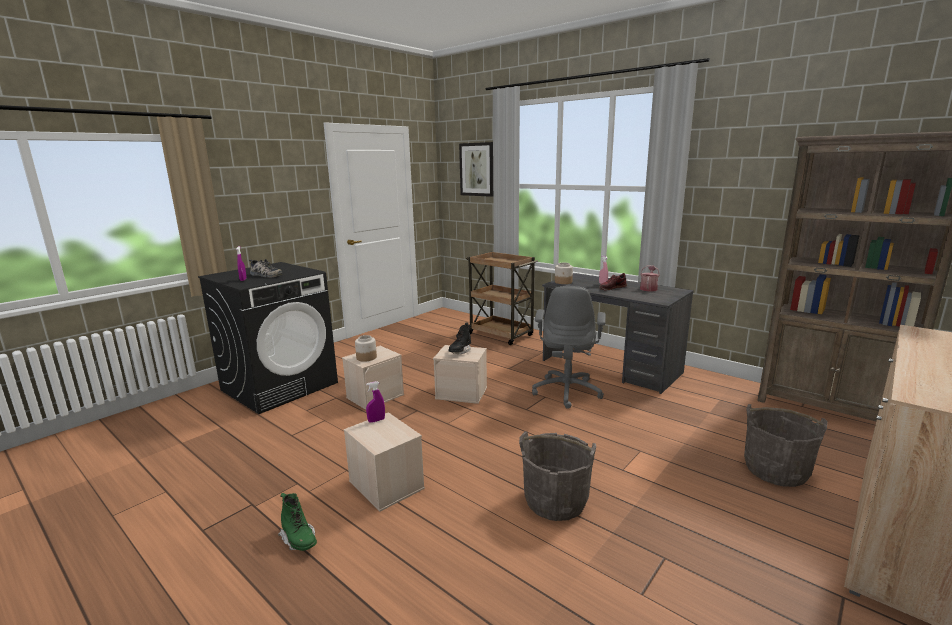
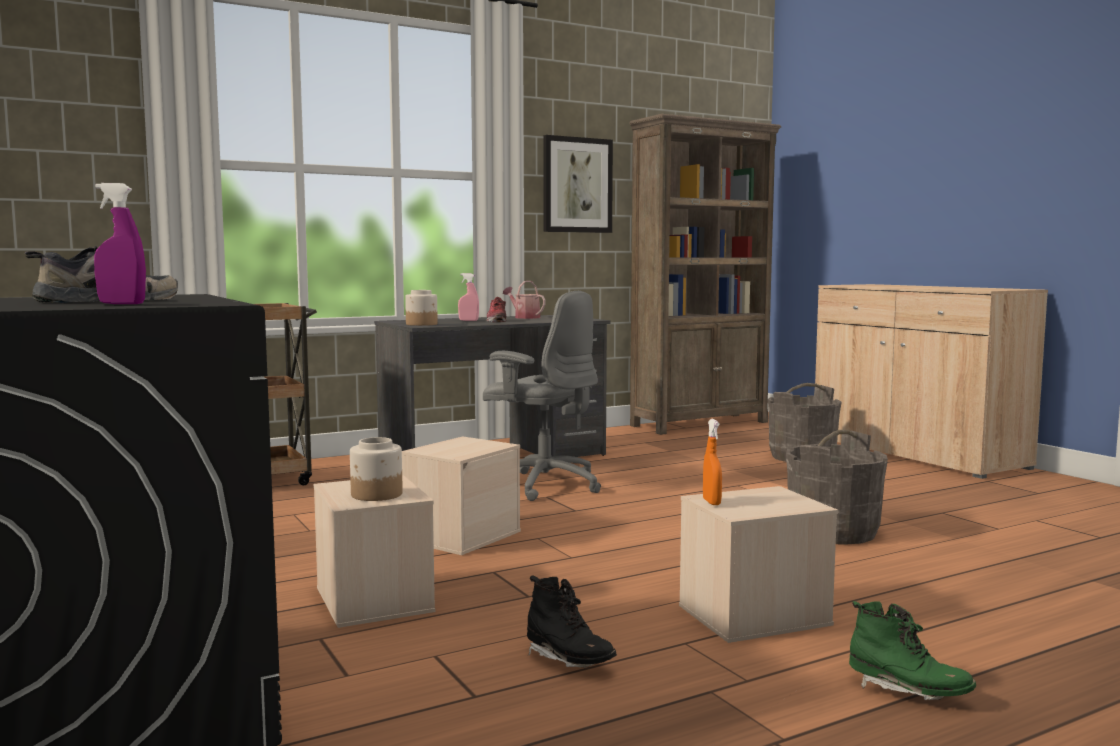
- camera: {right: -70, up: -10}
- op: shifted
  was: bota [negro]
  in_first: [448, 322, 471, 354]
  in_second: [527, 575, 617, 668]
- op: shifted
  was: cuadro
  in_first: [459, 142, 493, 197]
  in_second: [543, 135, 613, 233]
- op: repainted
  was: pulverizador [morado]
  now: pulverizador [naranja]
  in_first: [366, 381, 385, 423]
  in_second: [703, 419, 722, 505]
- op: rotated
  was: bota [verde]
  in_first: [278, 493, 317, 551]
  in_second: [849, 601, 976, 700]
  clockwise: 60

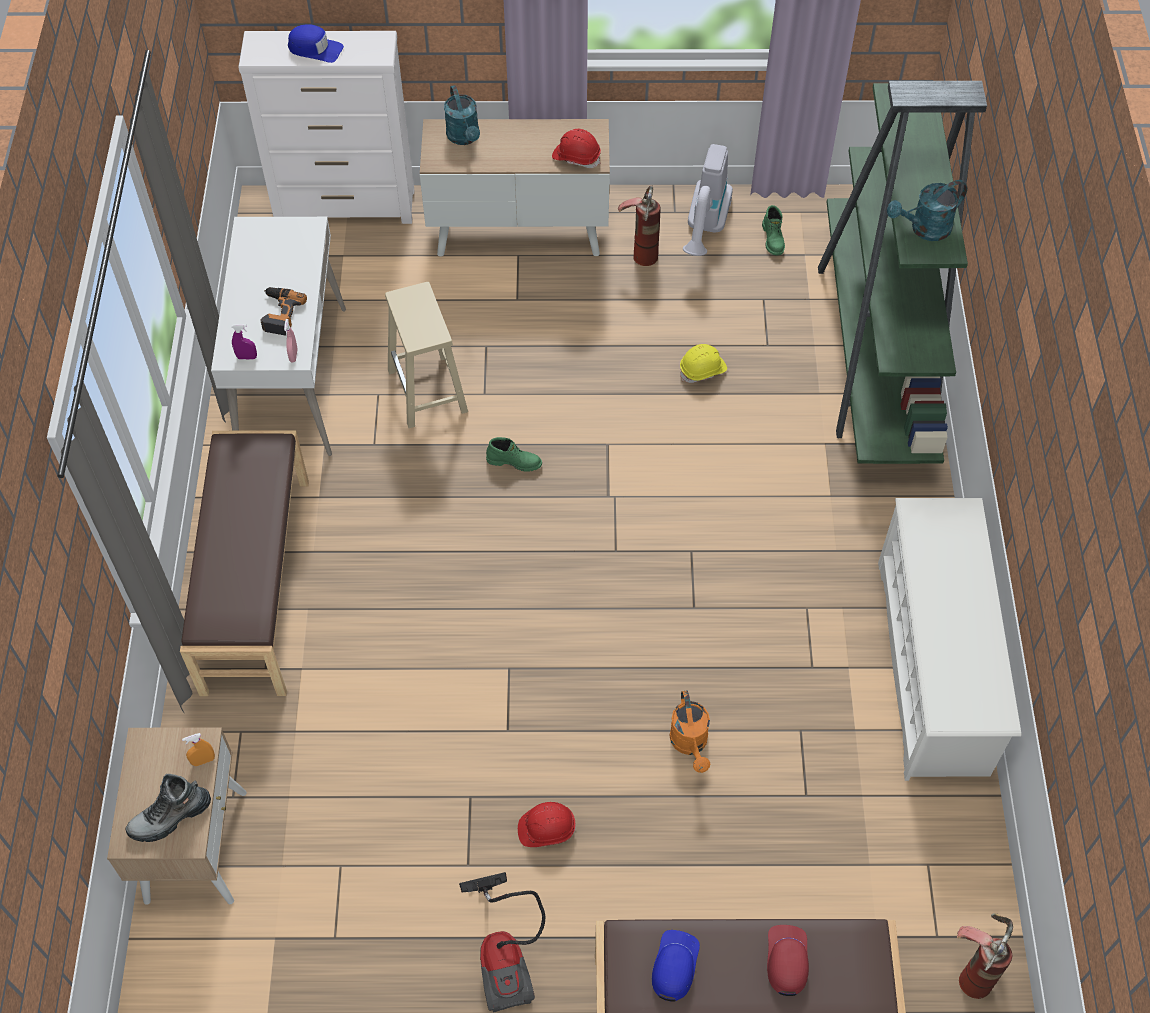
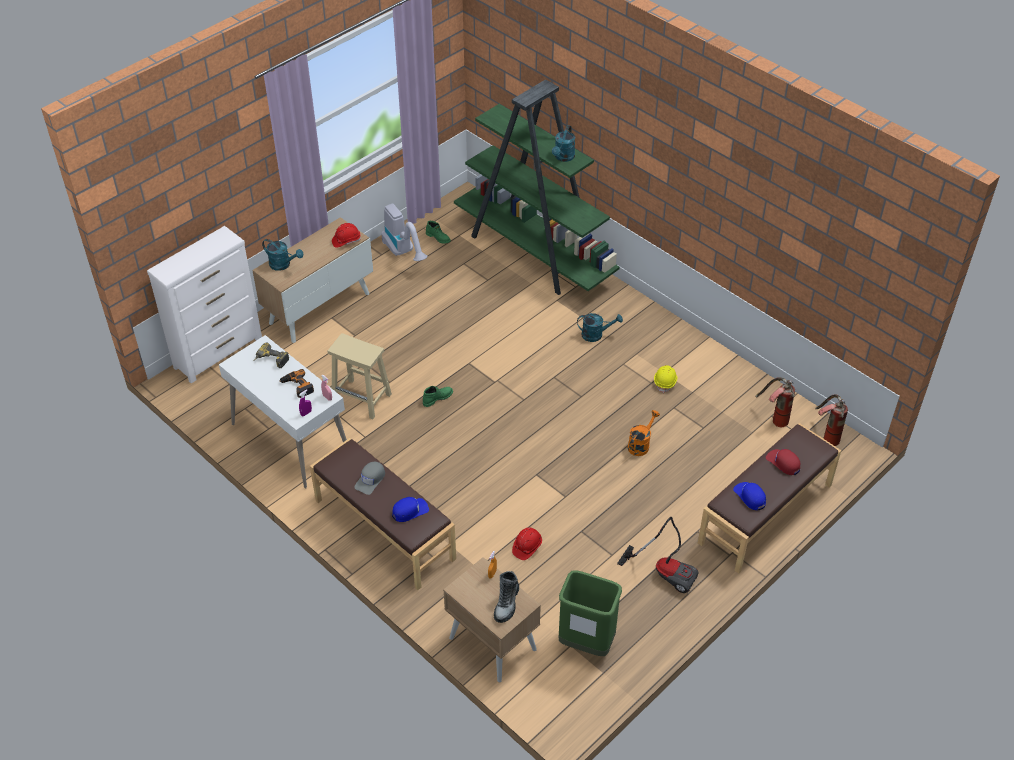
- camera: {right: -45, up: -10}
- op: new
  now: taladro
  in_second: [254, 342, 289, 368]
- op: new
  now: gorra [gris]
  in_second: [354, 462, 385, 495]
- op: shifted
  was: gorra [azul]
  in_first: [288, 24, 344, 63]
  in_second: [392, 497, 429, 522]
- op: shifted
  was: casco [rojo]
  in_first: [518, 802, 576, 847]
  in_second: [512, 527, 542, 560]
- op: new
  now: papelera [verde]
  in_second: [559, 571, 622, 656]
- op: new
  now: regadera [turquesa]
  in_second: [577, 313, 623, 342]
- op: rotated
  was: regadera [naranja]
  in_first: [669, 691, 710, 773]
  in_second: [628, 410, 660, 456]
  clockwise: -90
- op: shifted
  was: casco [amarillo]
  in_first: [680, 344, 727, 383]
  in_second: [654, 365, 677, 393]
- op: shifted
  was: extintor
  in_first: [618, 185, 661, 266]
  in_second: [756, 377, 795, 427]
- op: gone
  was: zapatero [blanco]
  in_first: [878, 498, 1021, 781]

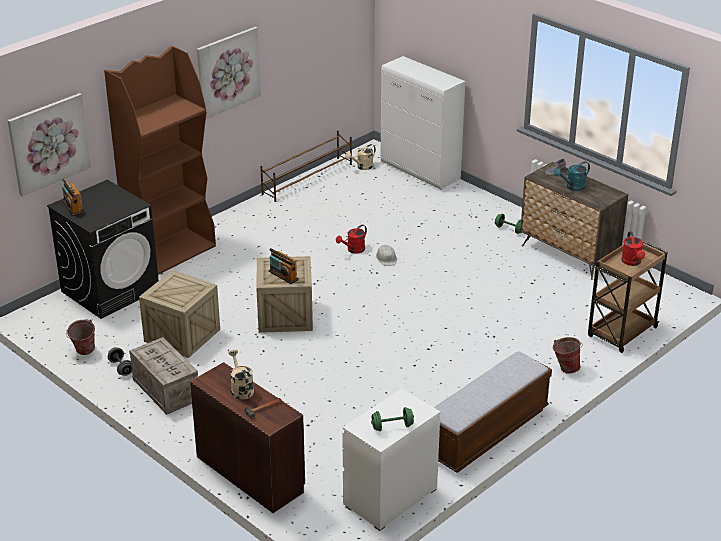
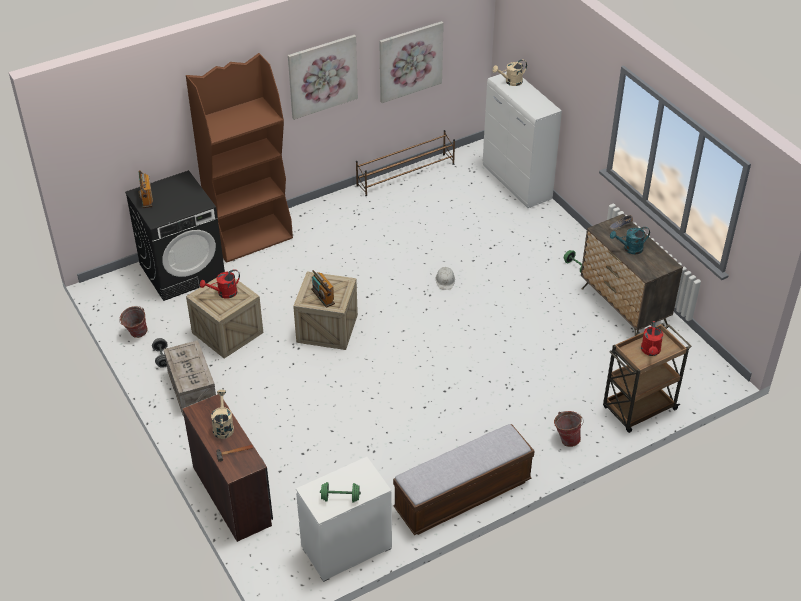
- camera: {right: 15, up: 10}
- op: shifted
  was: regadera [rojo]
  in_first: [336, 225, 367, 254]
  in_second: [200, 269, 240, 299]
- op: shifted
  was: cuadro
  in_first: [7, 93, 91, 197]
  in_second: [379, 21, 444, 103]
- op: shifted
  was: regadera [beis]
  in_first: [346, 144, 376, 170]
  in_second: [493, 59, 527, 86]

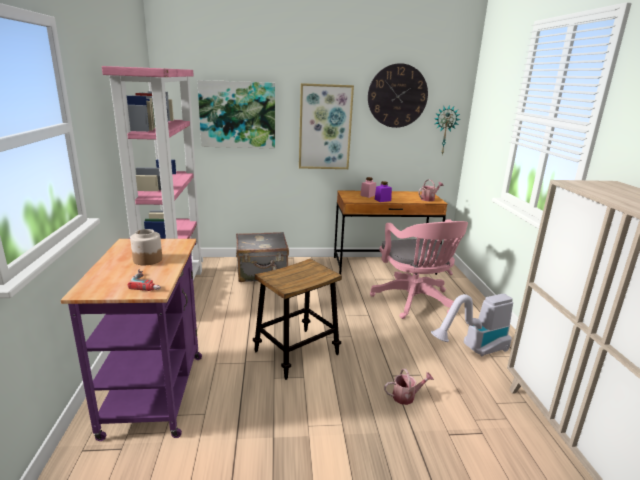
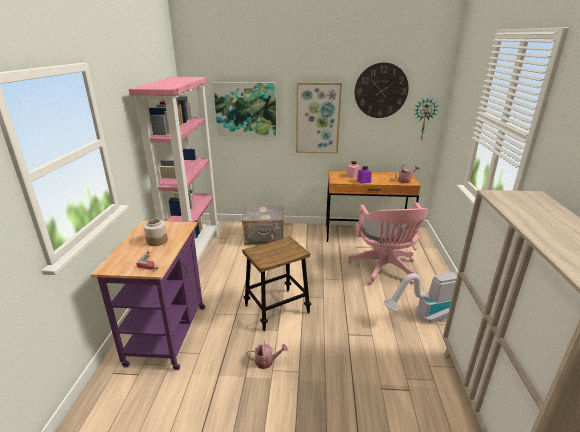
- camera: {right: 10, up: 5}
- op: shifted
  was: regadera
  in_first: [384, 369, 434, 405]
  in_second: [246, 340, 288, 369]

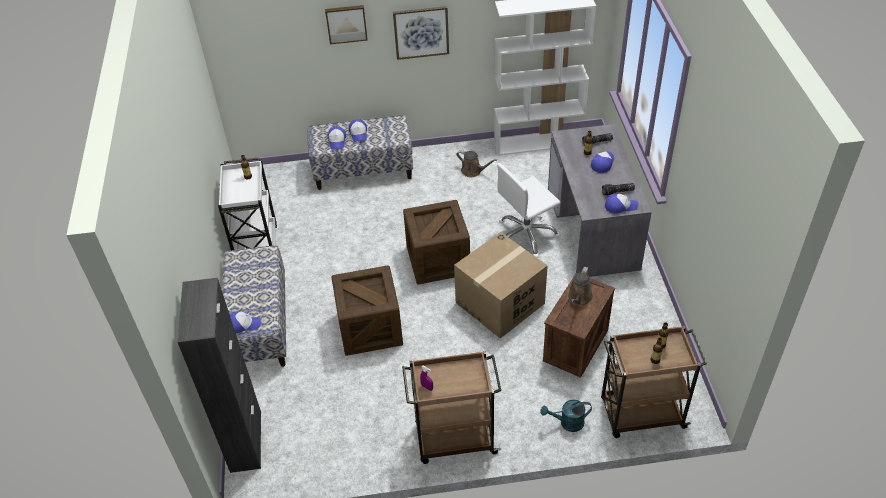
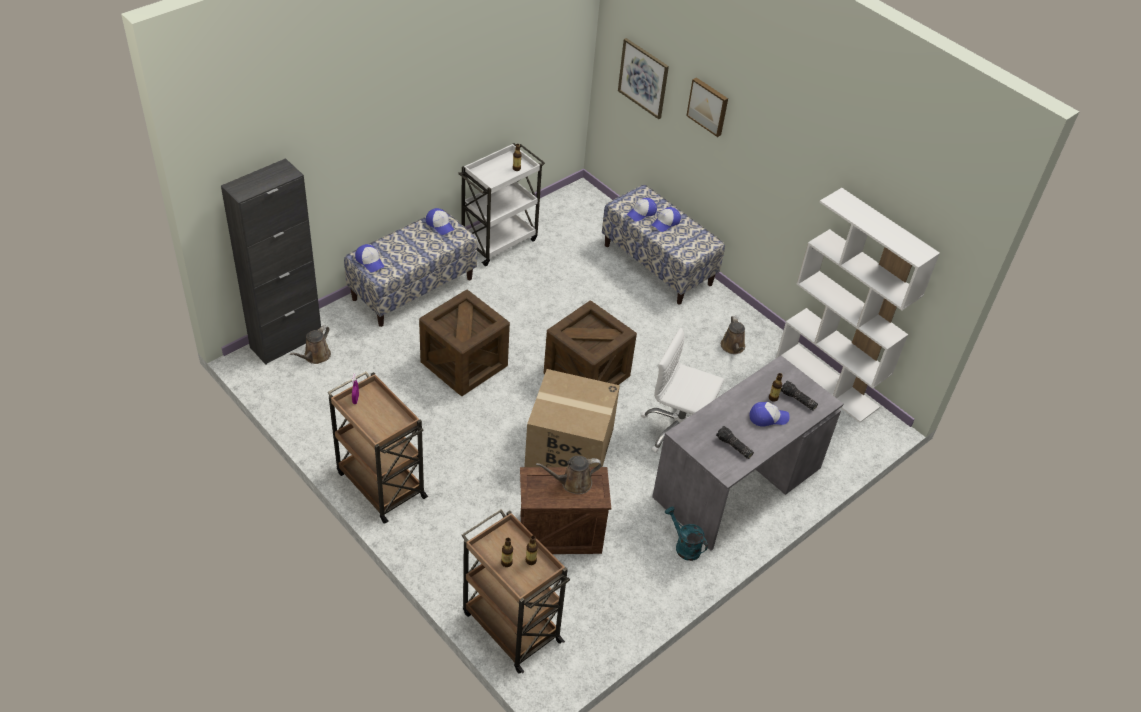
- camera: {right: 50, up: 0}
- op: new
  now: regadera [marrón]
  in_second: [290, 325, 331, 364]
- op: shifted
  was: gorra
  in_first: [605, 193, 638, 214]
  in_second: [426, 208, 454, 235]
- op: shifted
  was: cuadro
  in_first: [393, 6, 449, 60]
  in_second: [618, 38, 669, 119]
- op: shifted
  was: regadera [turquesa]
  in_first: [541, 399, 592, 432]
  in_second: [665, 507, 708, 561]

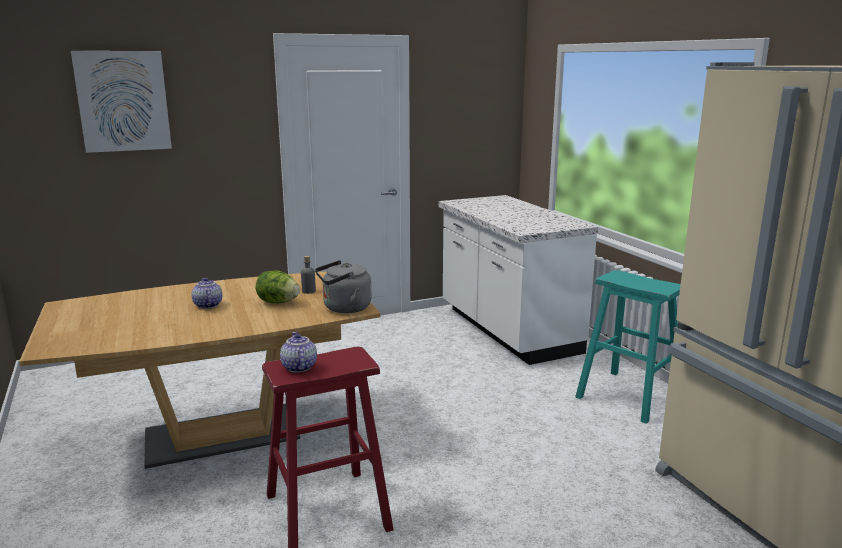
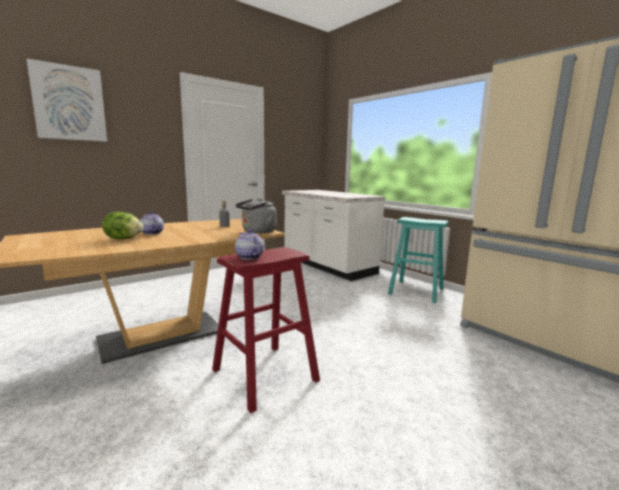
- camera: {right: -15, up: -5}
- op: shifted
  was: lechuga
  in_first: [256, 270, 300, 304]
  in_second: [102, 212, 143, 239]

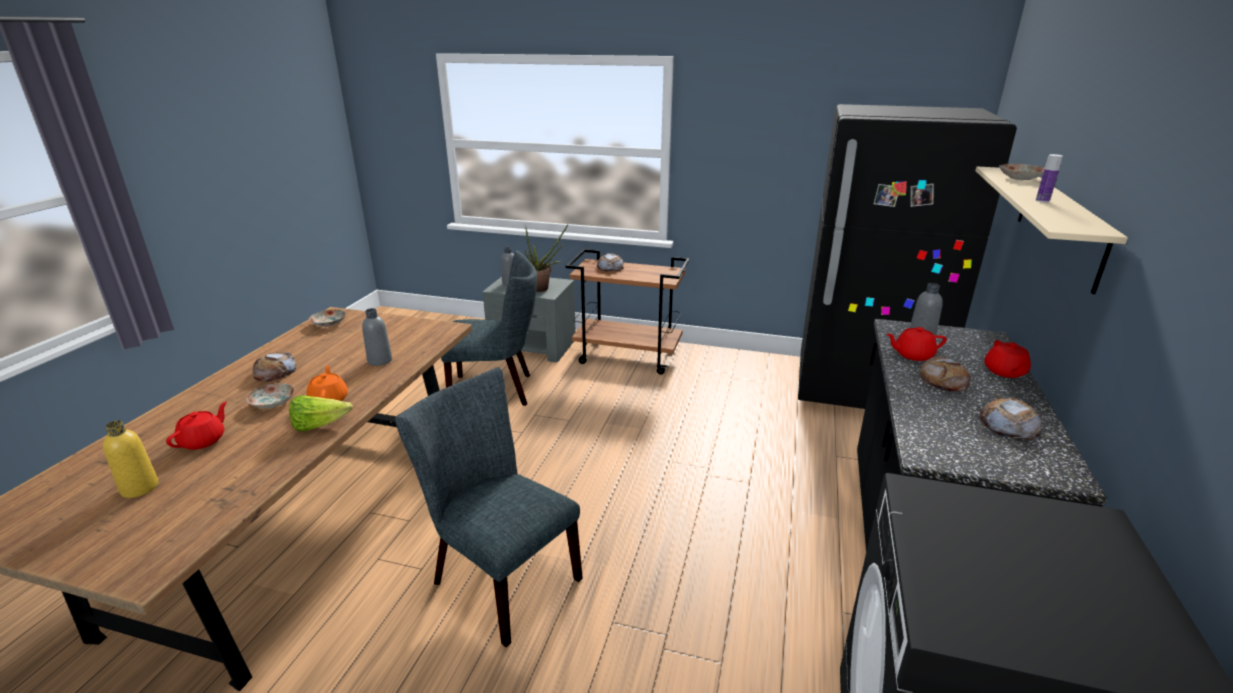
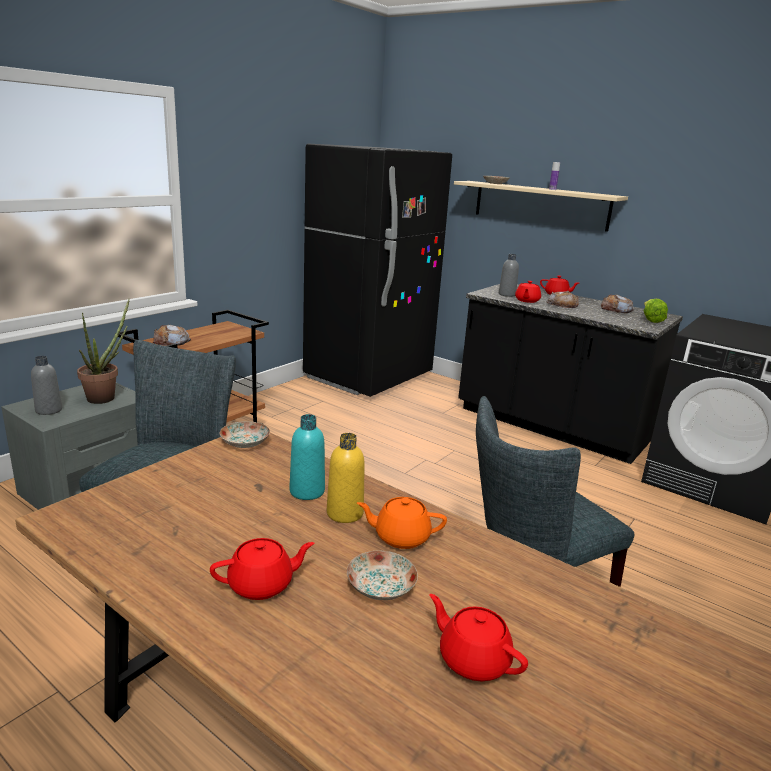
- camera: {right: -70, up: -5}
- op: swapped
  was: pan
  now: tetera [rojo]
  in_first: [253, 352, 296, 382]
  in_second: [210, 538, 314, 600]
- op: shifted
  was: plato
  in_first: [309, 309, 346, 327]
  in_second: [219, 421, 270, 448]
- op: repainted
  was: botella [gris]
  now: botella [turquesa]
  in_first: [362, 308, 392, 366]
  in_second: [290, 414, 325, 500]
- op: shifted
  was: botella [amarillo]
  in_first: [103, 420, 159, 498]
  in_second: [327, 433, 365, 523]
- op: shifted
  was: lechuga
  in_first: [289, 395, 353, 431]
  in_second: [644, 299, 668, 323]

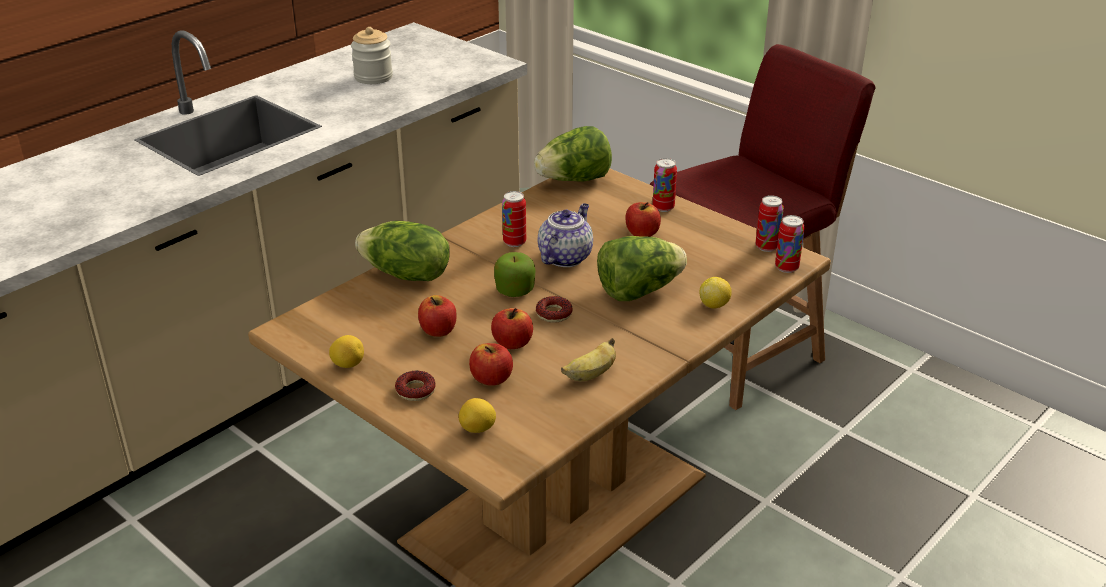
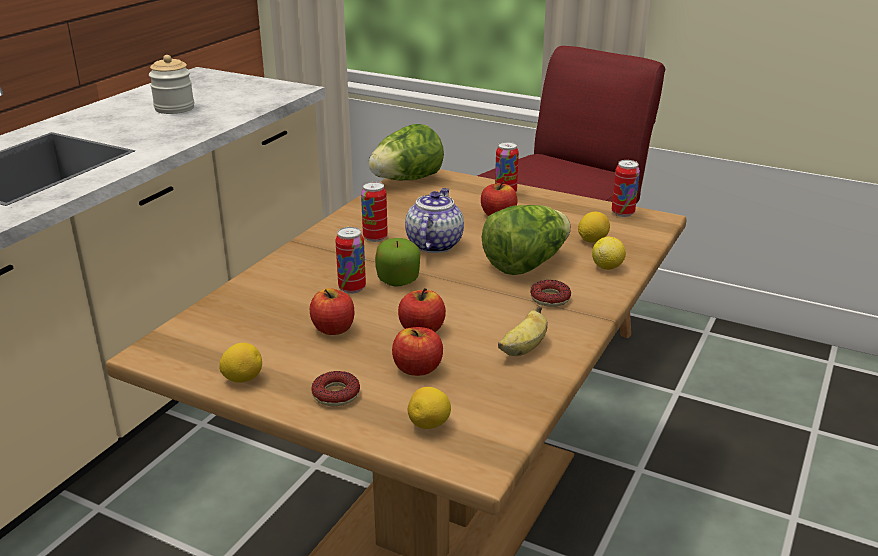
- camera: {right: -15, up: -5}
- op: shifted
  was: lata
  in_first: [775, 215, 805, 273]
  in_second: [335, 227, 366, 294]
- op: shifted
  was: rosquilla
  in_first: [536, 296, 573, 323]
  in_second: [530, 280, 571, 307]
- op: new
  now: limón
  in_second: [578, 212, 610, 243]
- op: gone
  was: lechuga
  in_first: [355, 221, 450, 281]

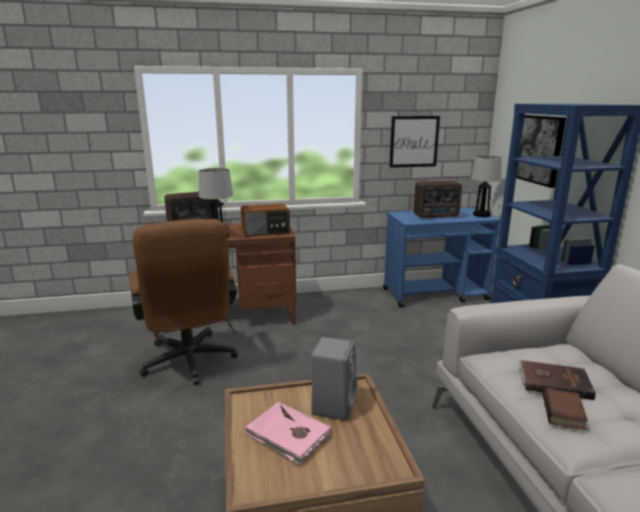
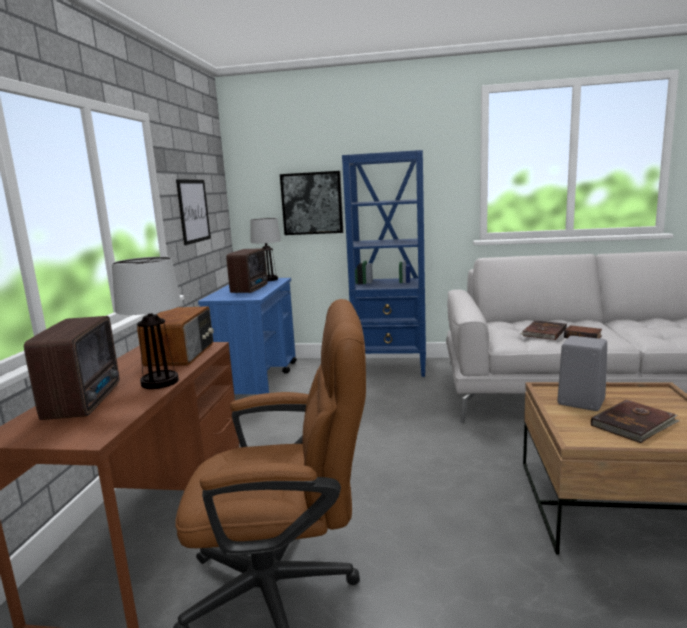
- camera: {right: -70, up: -5}
- op: repainted
  was: libro [rosa]
  now: libro [marrón]
  in_first: [245, 402, 331, 465]
  in_second: [591, 399, 680, 443]

